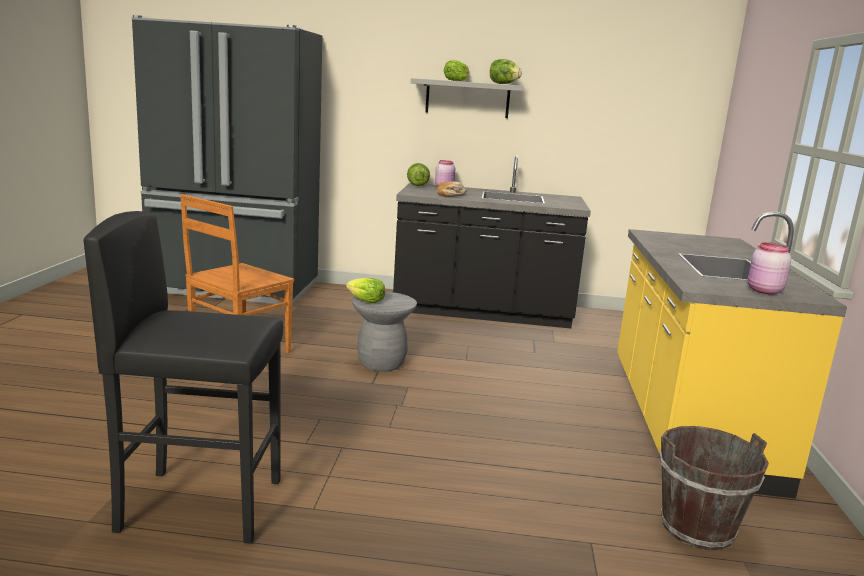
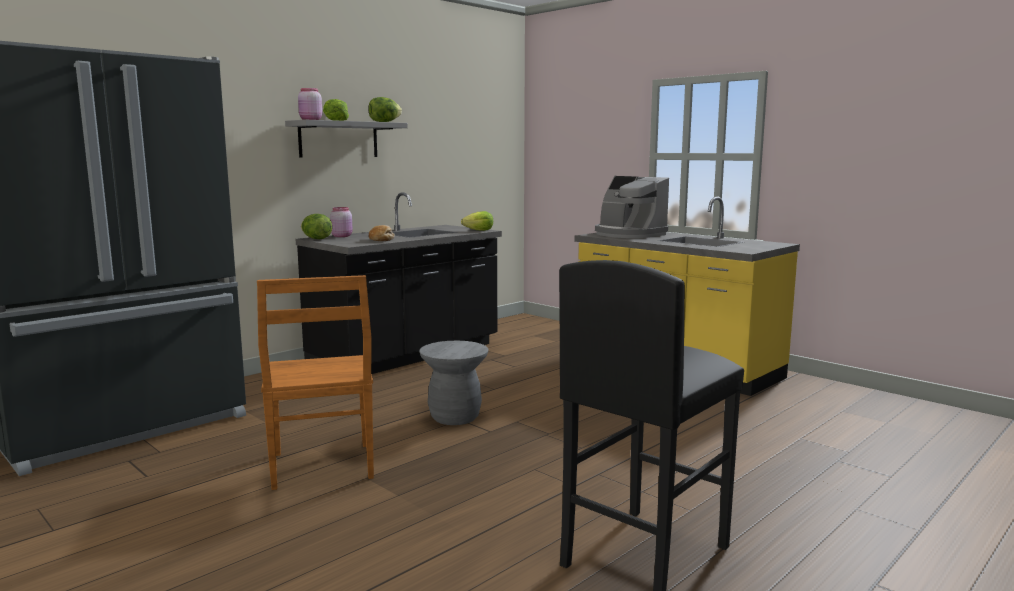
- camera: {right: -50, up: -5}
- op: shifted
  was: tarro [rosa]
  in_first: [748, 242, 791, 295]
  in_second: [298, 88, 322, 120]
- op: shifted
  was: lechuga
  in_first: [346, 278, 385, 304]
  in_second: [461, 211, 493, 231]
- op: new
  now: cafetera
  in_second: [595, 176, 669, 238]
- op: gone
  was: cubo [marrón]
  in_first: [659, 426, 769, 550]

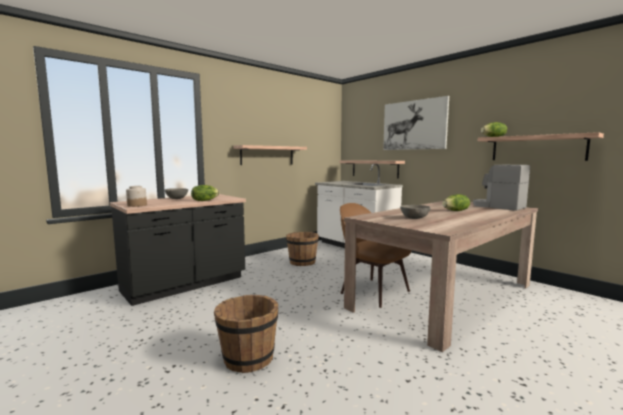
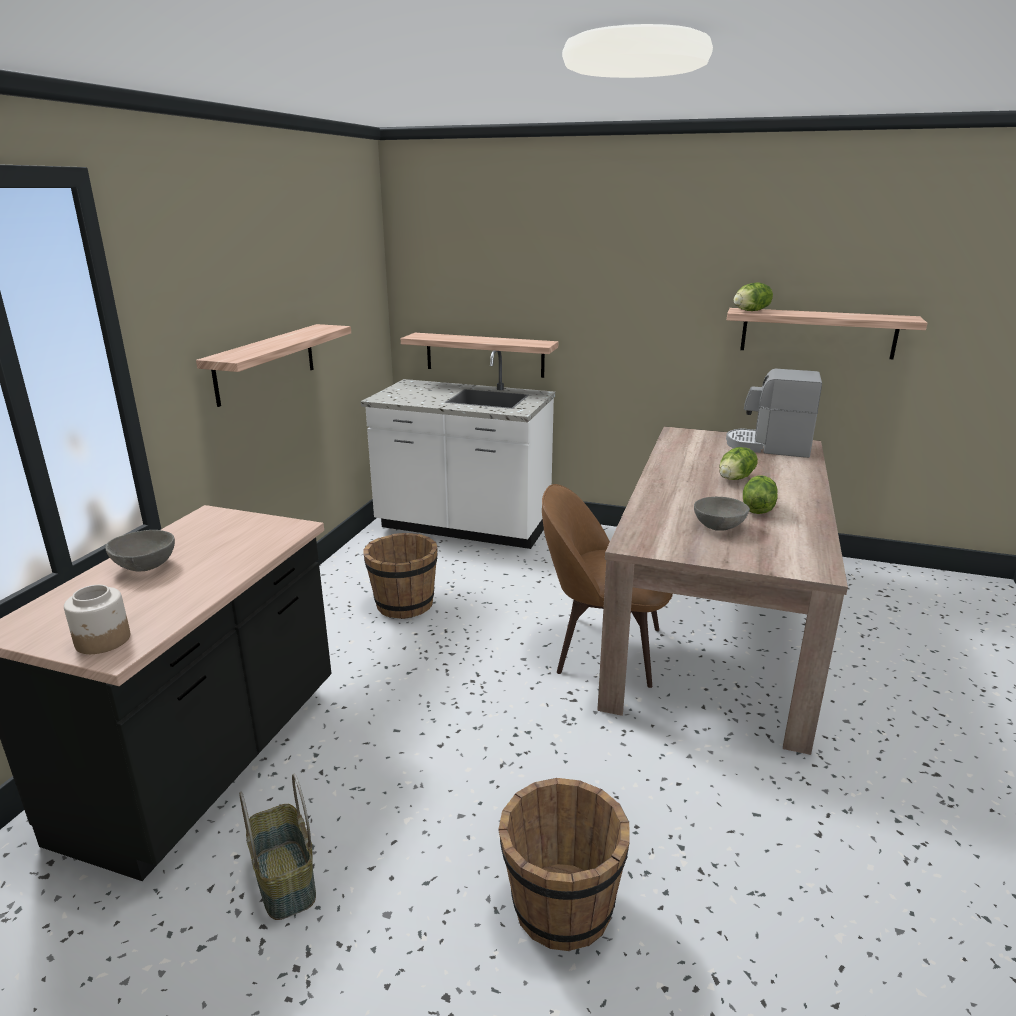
- camera: {right: -30, up: 15}
- op: new
  now: cesta
  in_second: [239, 774, 316, 920]
- op: shifted
  was: lechuga
  in_first: [191, 185, 219, 201]
  in_second: [743, 475, 778, 514]
- op: gone
  was: cuadro
  in_first: [383, 96, 449, 150]

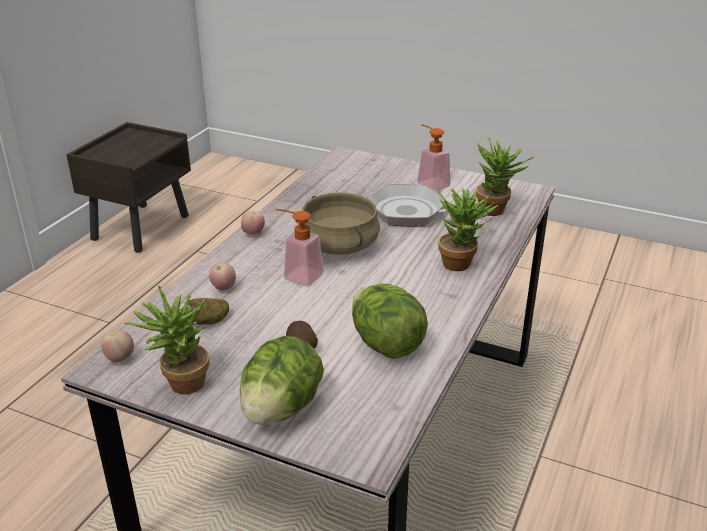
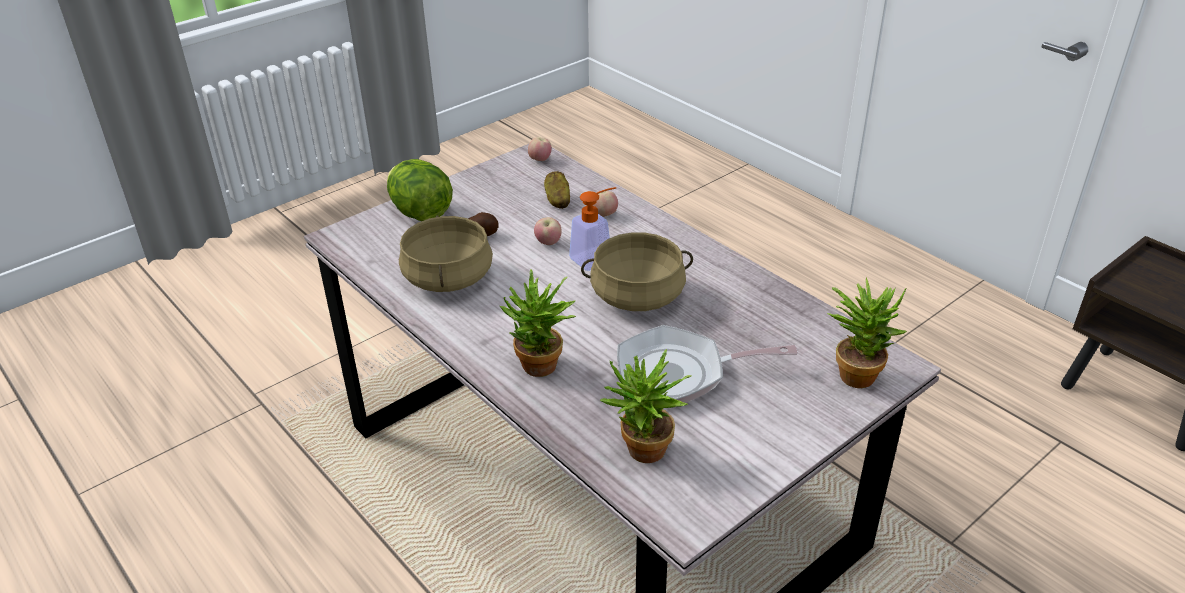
- camera: {right: 115, up: 5}
- op: swapped
  was: lechuga
  now: olla [beis]
  in_first: [352, 283, 428, 359]
  in_second: [399, 215, 493, 292]
- op: shifted
  was: manzana
  in_first: [241, 211, 265, 234]
  in_second: [534, 217, 562, 245]
- op: rotated
  was: sartén
  in_first: [367, 184, 492, 226]
  in_second: [617, 325, 798, 408]
  clockwise: -150
- op: shifted
  was: planta en maceta
  in_first: [125, 285, 209, 394]
  in_second: [827, 278, 907, 388]
- op: gone
  was: dispensador de jabón
  in_first: [417, 124, 451, 191]

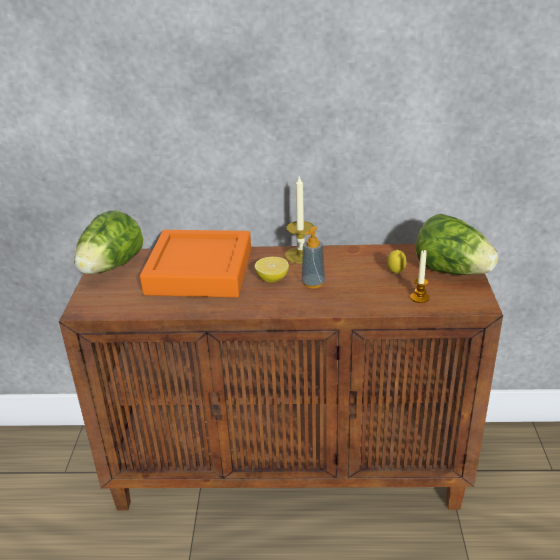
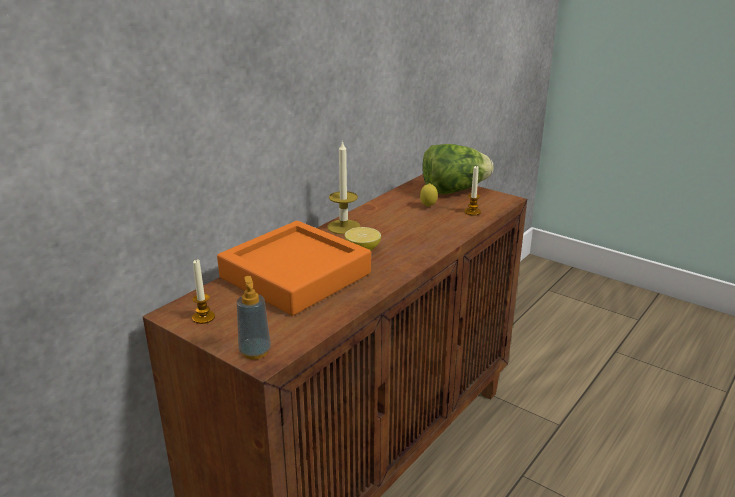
- camera: {right: -55, up: -5}
- op: swapped
  was: lechuga
  now: vela
  in_first: [74, 210, 143, 274]
  in_second: [192, 259, 215, 324]
- op: shifted
  was: dispensador de jabón
  in_first: [302, 227, 325, 288]
  in_second: [237, 276, 271, 360]

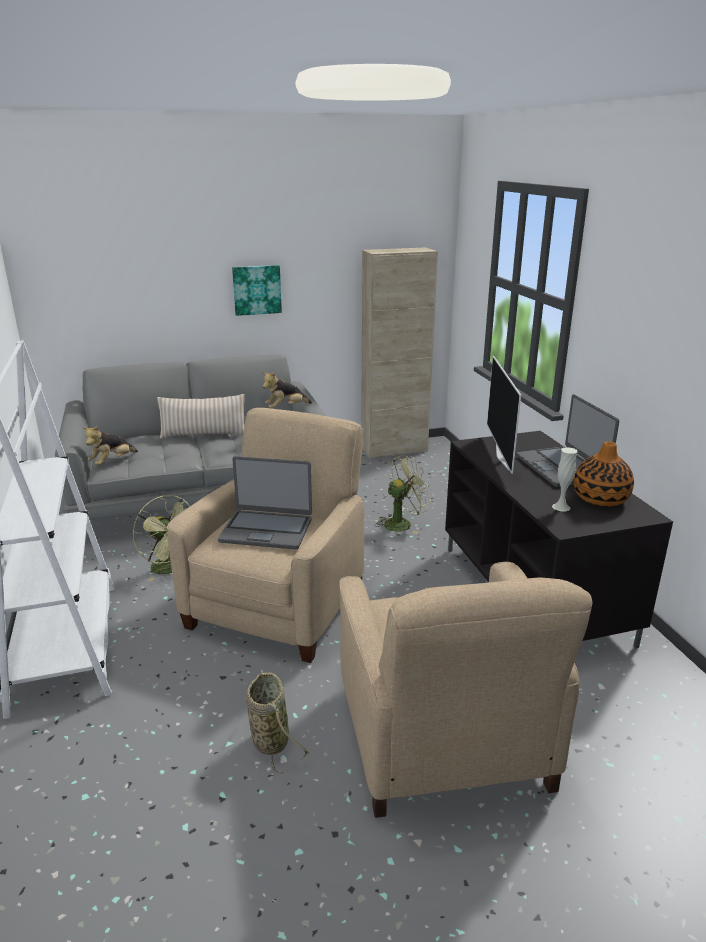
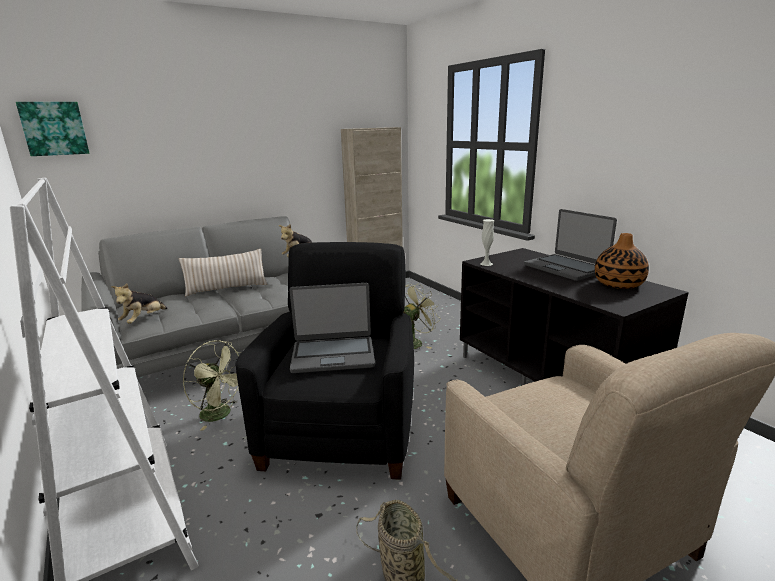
- camera: {right: -15, up: -5}
- op: shifted
  was: cuadro
  in_first: [232, 265, 282, 316]
  in_second: [16, 102, 89, 156]
- op: repainted
  was: sillón [beis]
  now: sillón [negro]
  in_first: [167, 408, 364, 663]
  in_second: [235, 242, 414, 480]
- op: shifted
  was: florero [blanco]
  in_first: [552, 447, 577, 511]
  in_second: [480, 219, 495, 266]
- op: gone
  was: televisor
  in_first: [487, 356, 521, 474]

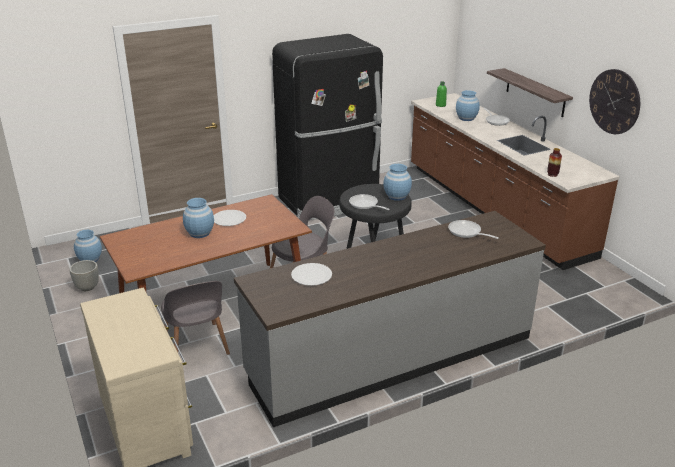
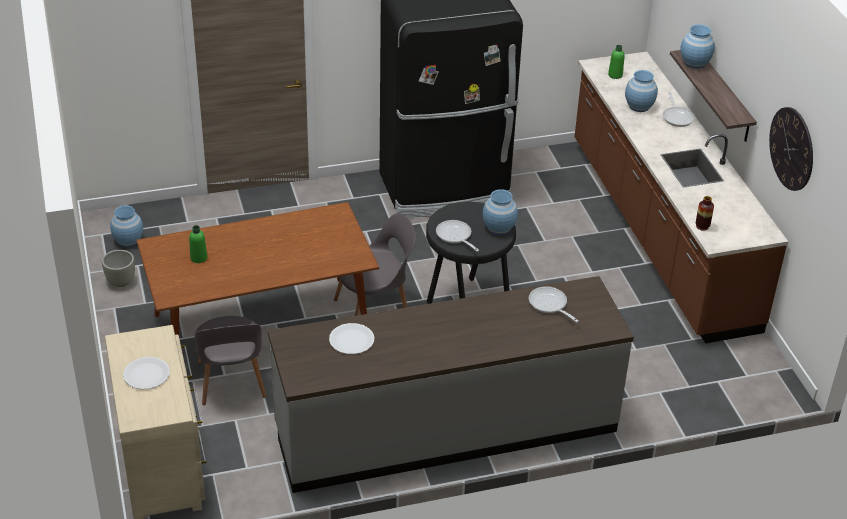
- camera: {right: 10, up: 10}
- op: shifted
  was: plato [blanco]
  in_first: [214, 210, 246, 226]
  in_second: [123, 357, 170, 389]
- op: new
  now: botella [verde]
  in_second: [189, 225, 207, 263]
- op: shifted
  was: florero [azul]
  in_first: [183, 198, 214, 238]
  in_second: [680, 24, 715, 69]

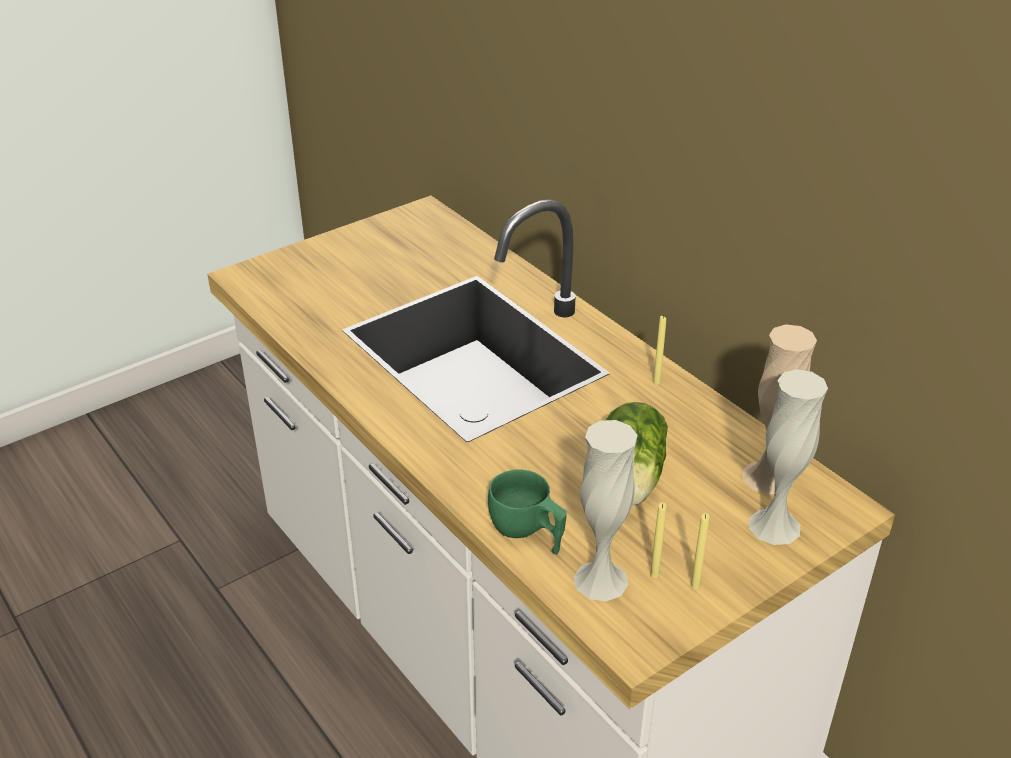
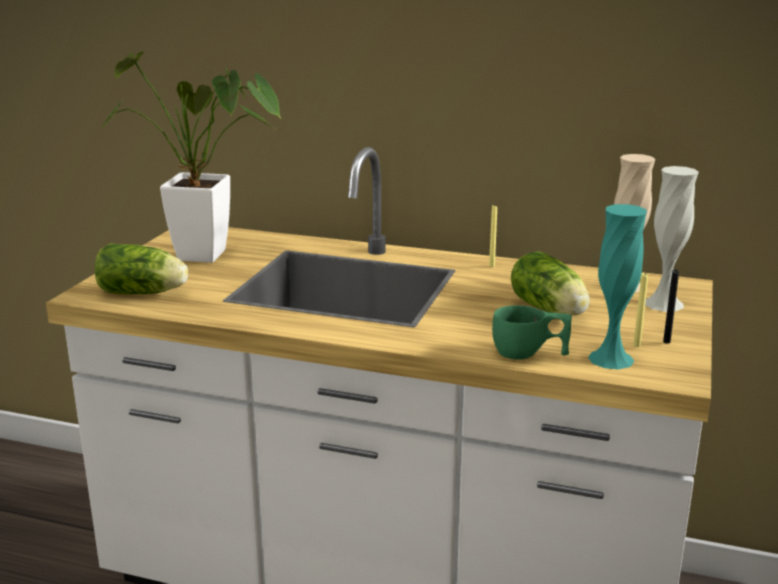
- camera: {right: -35, up: -15}
- op: new
  now: lechuga
  in_second: [95, 243, 188, 295]
- op: new
  now: planta en maceta
  in_second: [102, 52, 281, 263]
- op: repainted
  was: florero [blanco]
  now: florero [turquesa]
  in_first: [574, 420, 637, 602]
  in_second: [588, 204, 647, 370]
- op: repainted
  was: vela [amarillo]
  now: vela [negro]
  in_first: [691, 513, 709, 589]
  in_second: [663, 269, 679, 344]

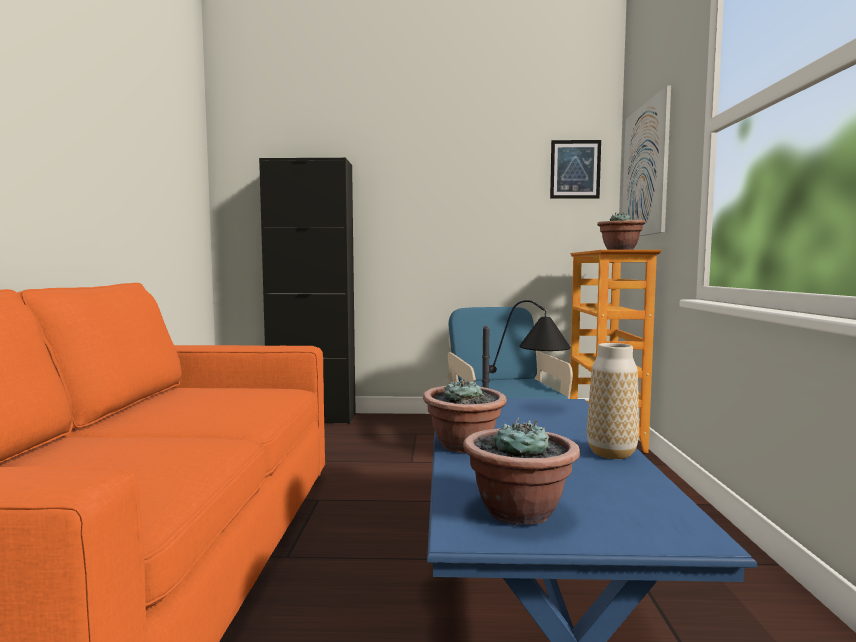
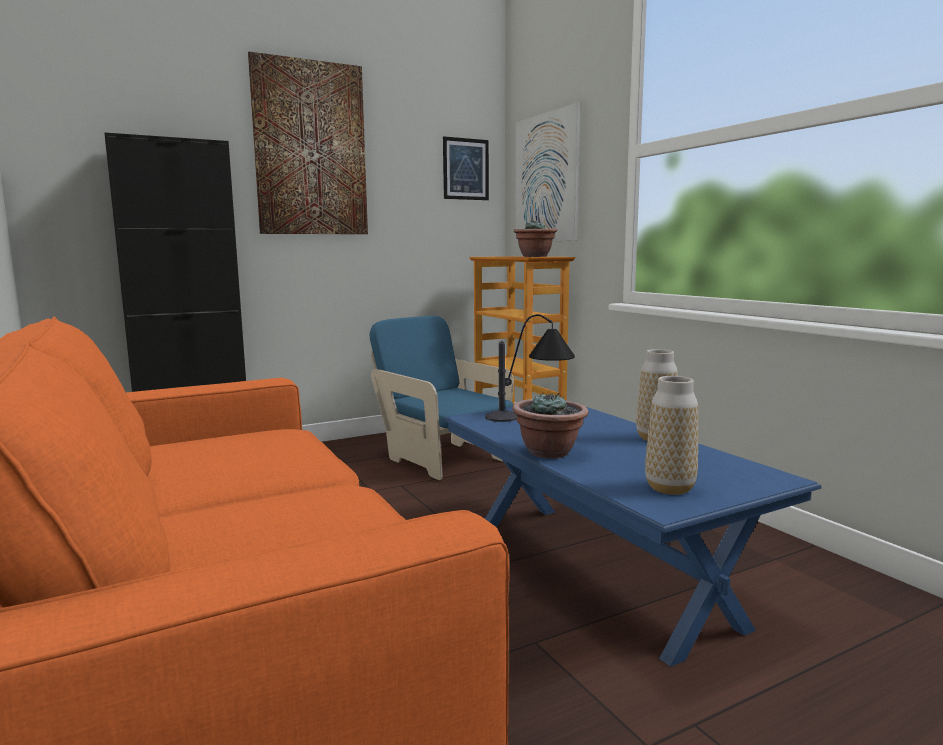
- camera: {right: -30, up: 5}
- op: new
  now: cuadro
  in_second: [248, 52, 368, 234]
- op: swapped
  was: planta en maceta
  now: florero
  in_first: [463, 418, 580, 525]
  in_second: [645, 376, 698, 495]

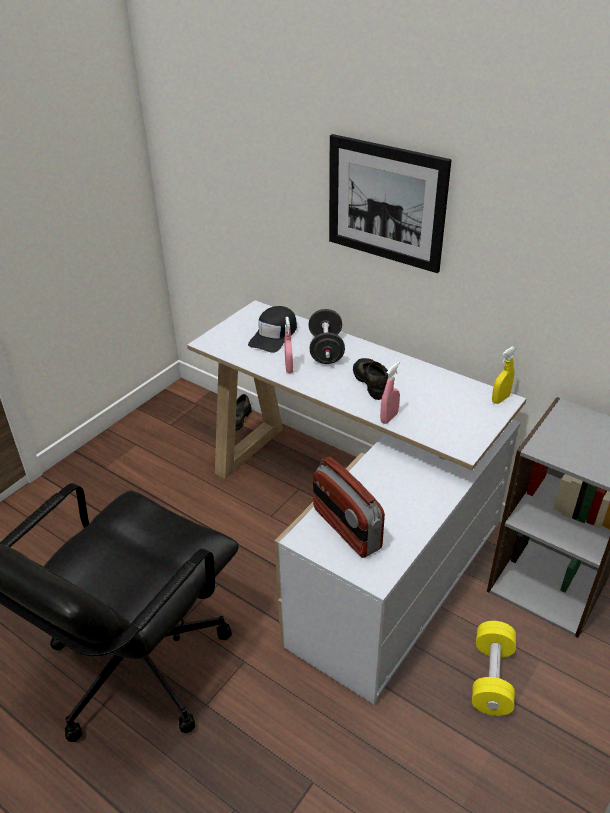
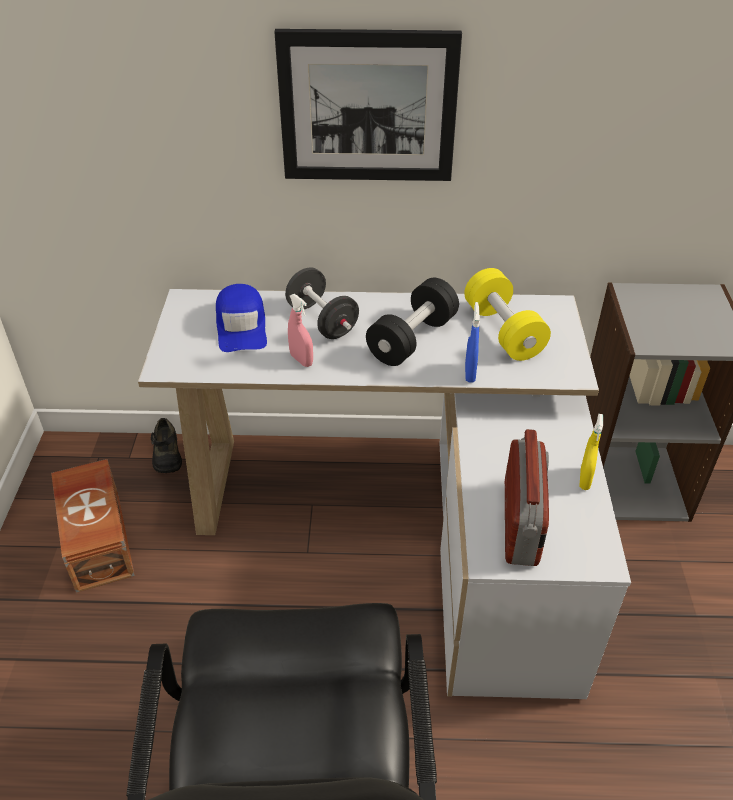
- camera: {right: -35, up: 5}
- op: new
  now: caja de almacenaje [marrón]
  in_second: [51, 459, 135, 593]
- op: repainted
  was: gorra [negro]
  now: gorra [azul]
  in_first: [248, 306, 297, 353]
  in_second: [216, 284, 267, 352]
- op: swapped
  was: zapato [negro]
  now: mancuerna [negro]
  in_first: [353, 358, 388, 400]
  in_second: [366, 278, 459, 366]
- op: shifted
  was: mancuerna [amarillo]
  in_first: [472, 621, 516, 716]
  in_second: [464, 268, 551, 361]
- op: repainted
  was: pulverizador [rosa]
  now: pulverizador [azul]
  in_first: [380, 362, 400, 424]
  in_second: [465, 302, 480, 383]
- op: rotated
  was: radio
  in_first: [313, 456, 385, 558]
  in_second: [505, 429, 549, 566]
  clockwise: -105
- op: shifted
  was: pulverizador [amarillo]
  in_first: [492, 347, 516, 404]
  in_second: [579, 414, 603, 490]

